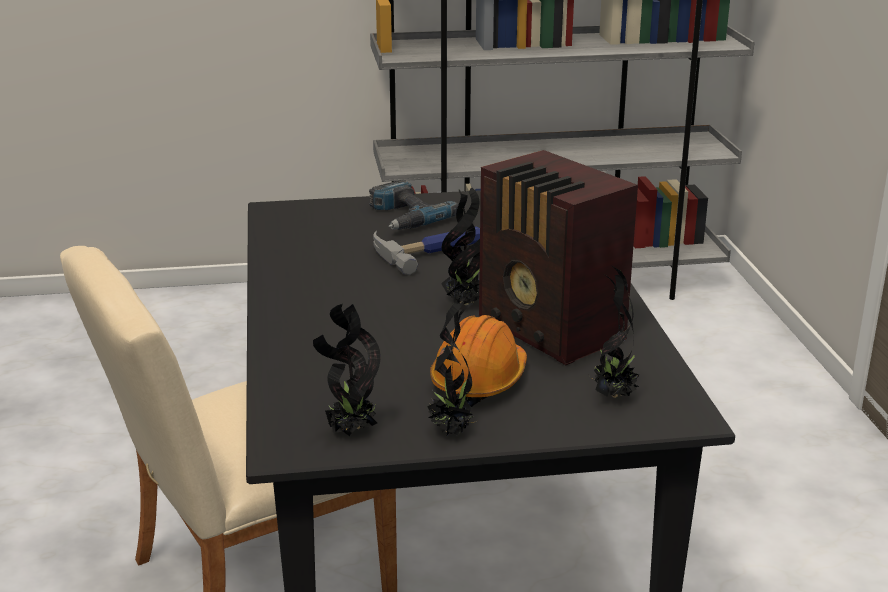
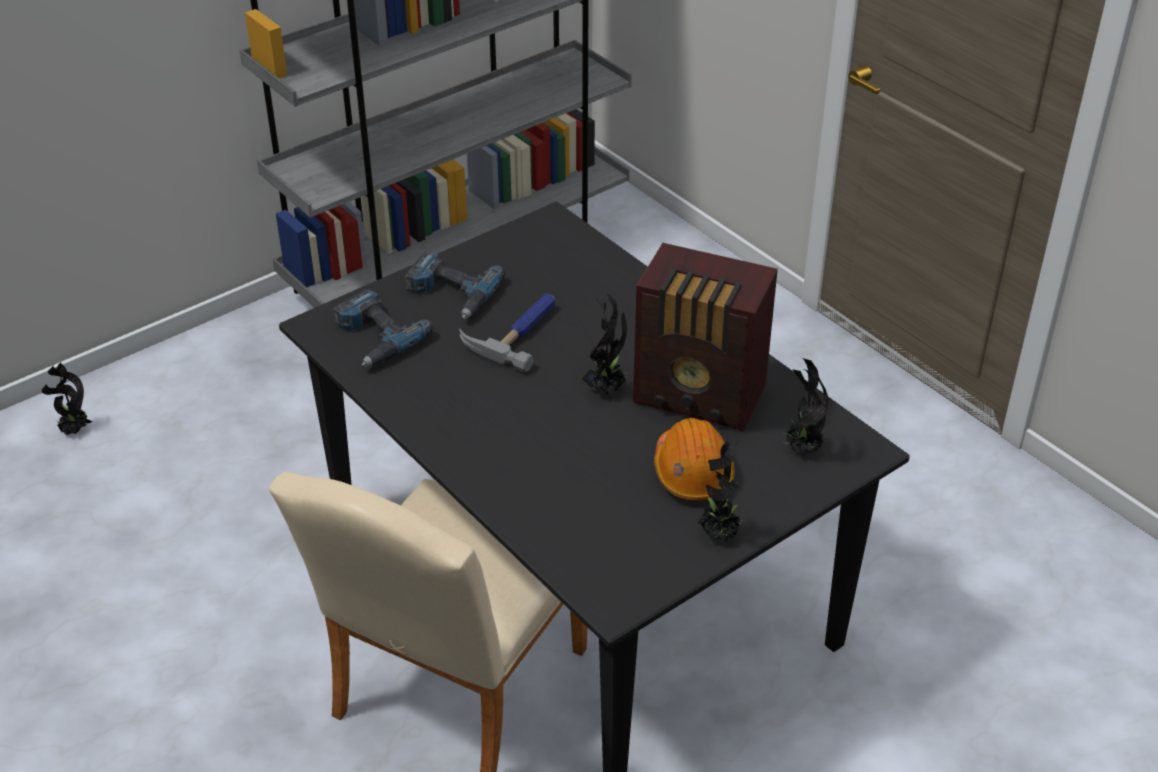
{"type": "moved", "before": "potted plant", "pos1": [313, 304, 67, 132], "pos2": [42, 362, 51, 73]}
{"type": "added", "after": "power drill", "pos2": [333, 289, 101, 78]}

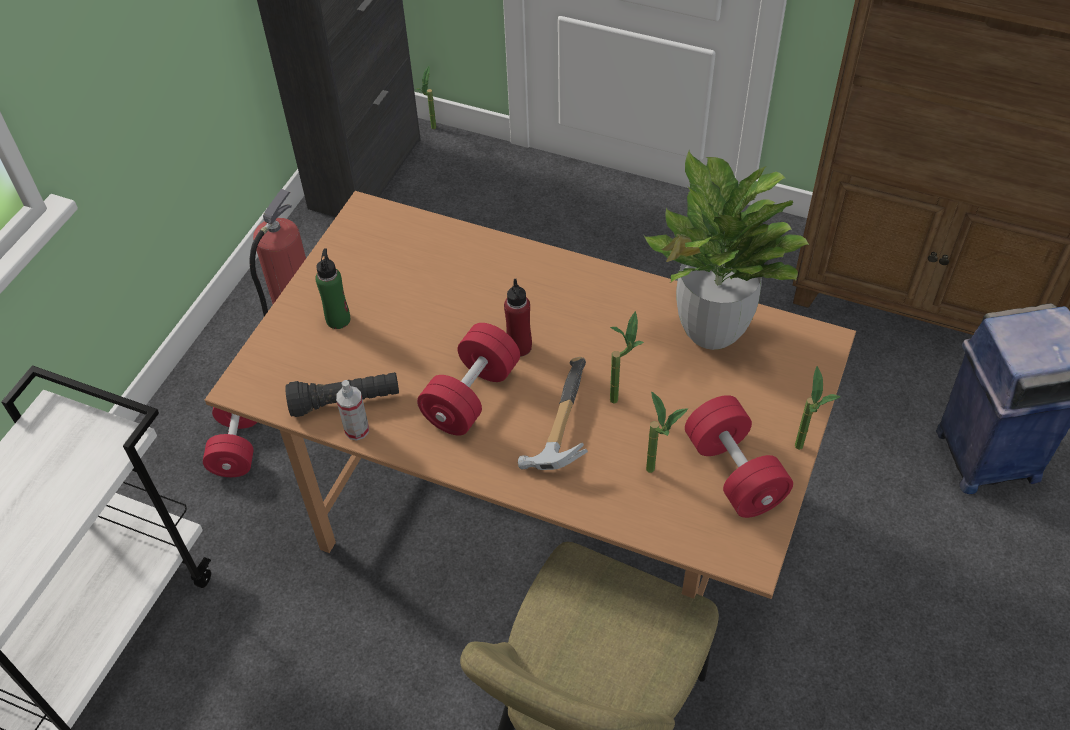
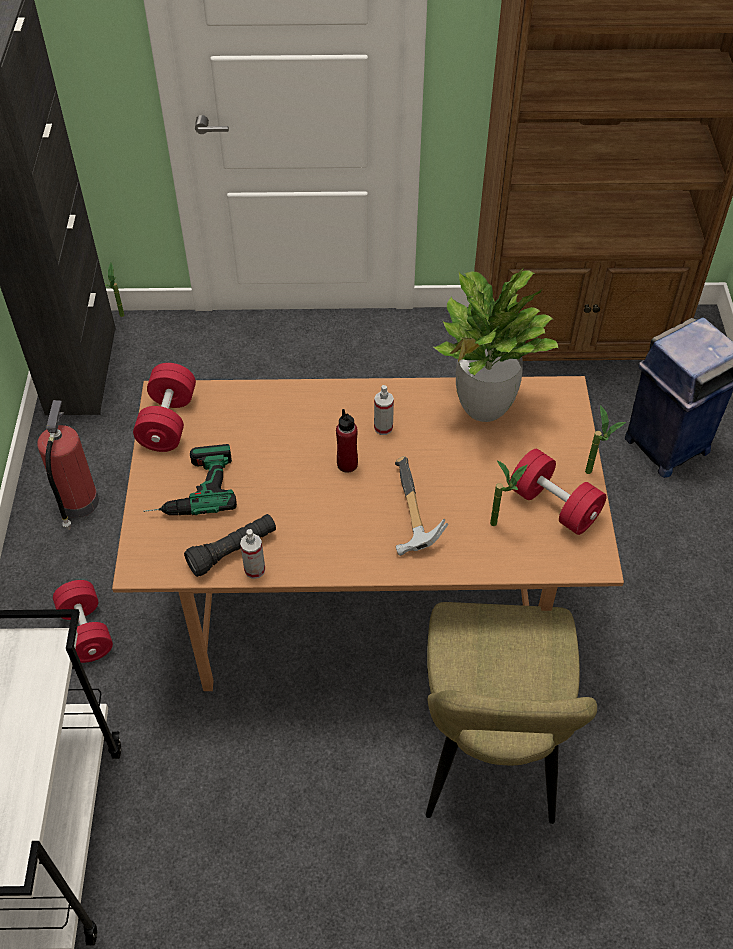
{"type": "replaced", "before": "green bottle", "after": "power drill", "pos1": [315, 248, 35, 81], "pos2": [143, 444, 94, 71]}
{"type": "removed", "before": "potted plant", "pos1": [610, 311, 34, 93]}
{"type": "moved", "before": "red dumbbell", "pos1": [417, 323, 103, 113], "pos2": [133, 363, 63, 89]}
{"type": "added", "after": "spray bottle", "pos2": [374, 385, 20, 50]}

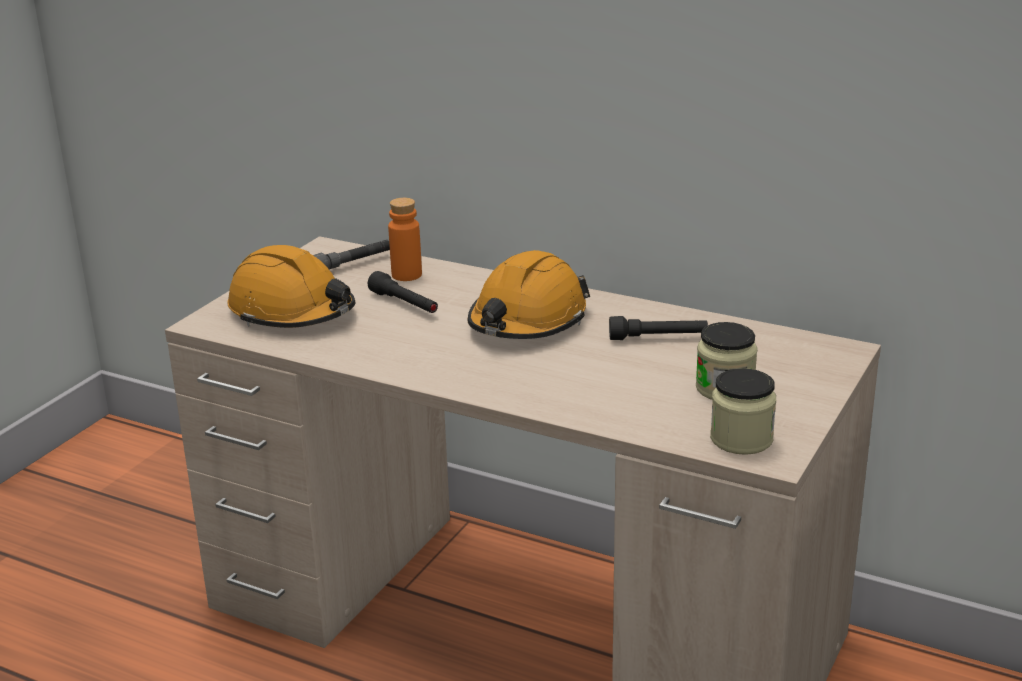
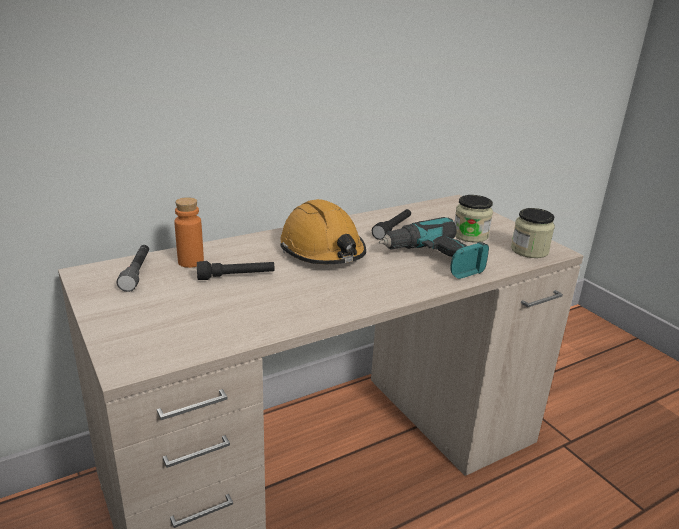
{"type": "removed", "before": "orange hard hat", "pos1": [228, 245, 128, 83]}
{"type": "added", "after": "power drill", "pos2": [379, 217, 110, 62]}

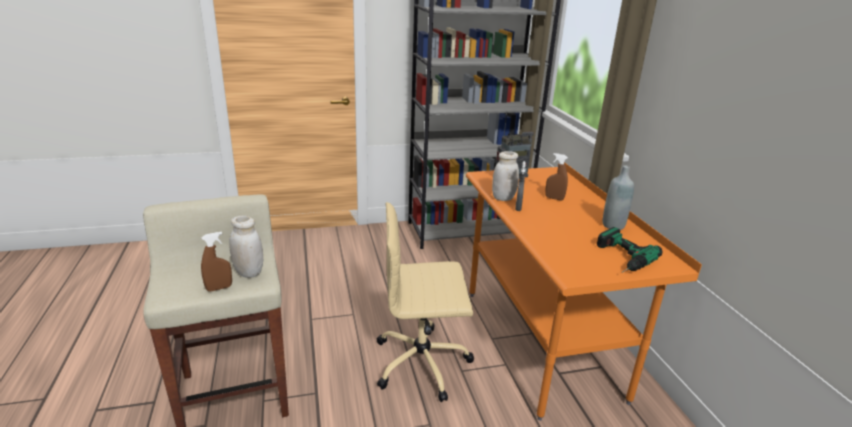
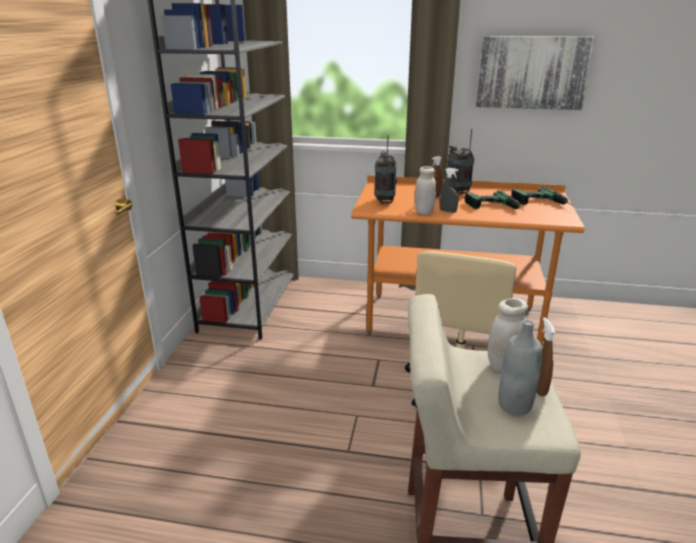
{"type": "moved", "before": "grey bottle", "pos1": [603, 166, 31, 64], "pos2": [498, 320, 44, 95]}
{"type": "added", "after": "picture", "pos2": [476, 36, 119, 74]}
{"type": "added", "after": "radio", "pos2": [446, 129, 28, 65]}
{"type": "added", "after": "power drill", "pos2": [465, 191, 59, 19]}

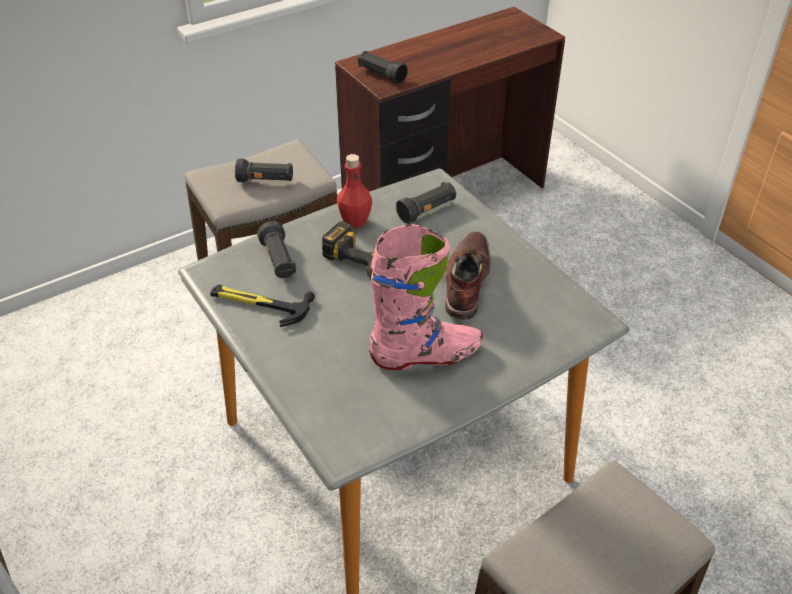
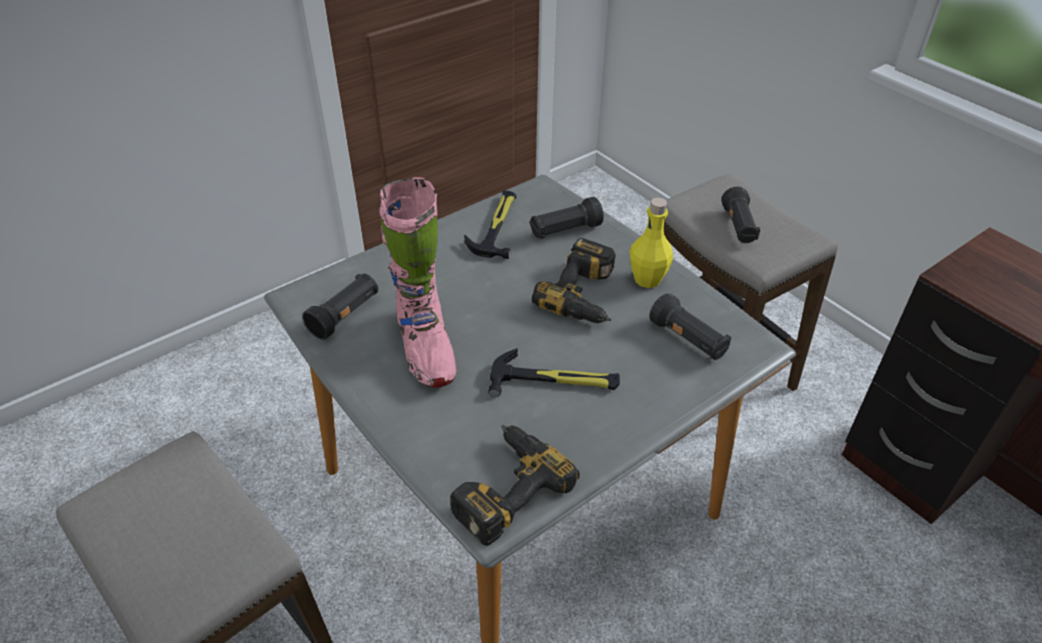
{"type": "moved", "before": "black flashlight", "pos1": [358, 51, 50, 34], "pos2": [302, 274, 76, 66]}
{"type": "recoloured", "before": "red bottle", "after": "yellow bottle", "pos1": [337, 154, 35, 75], "pos2": [629, 198, 44, 90]}
{"type": "replaced", "before": "brown boot", "after": "hammer", "pos1": [445, 231, 46, 89], "pos2": [488, 348, 132, 49]}
{"type": "added", "after": "power drill", "pos2": [450, 425, 130, 121]}

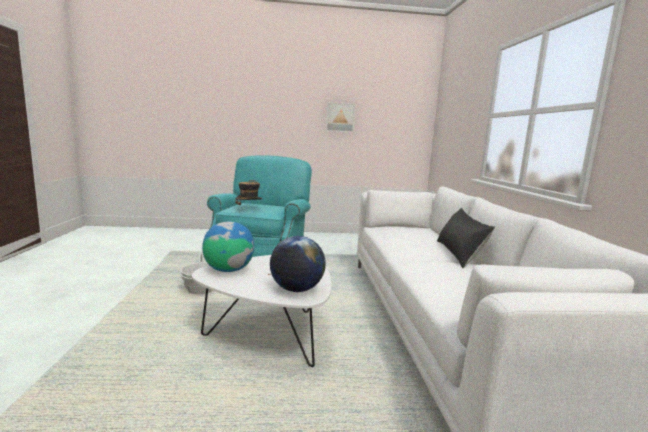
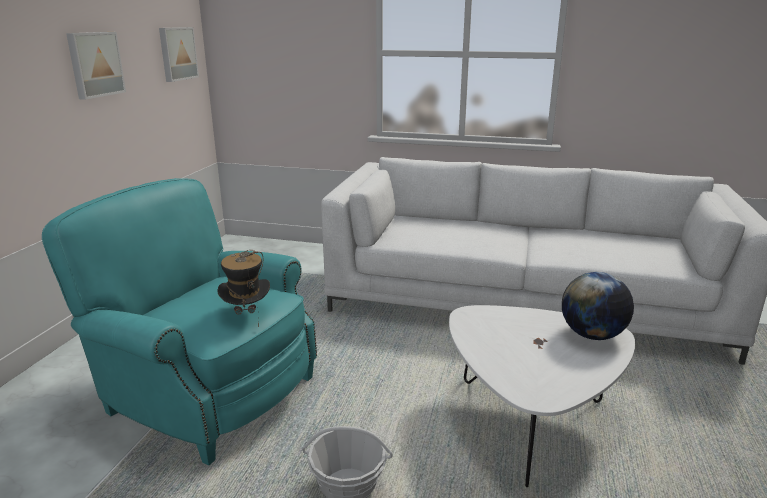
{"type": "removed", "before": "black pillow", "pos1": [437, 208, 58, 60]}
{"type": "removed", "before": "globe", "pos1": [202, 222, 52, 50]}
{"type": "added", "after": "picture", "pos2": [159, 27, 40, 55]}

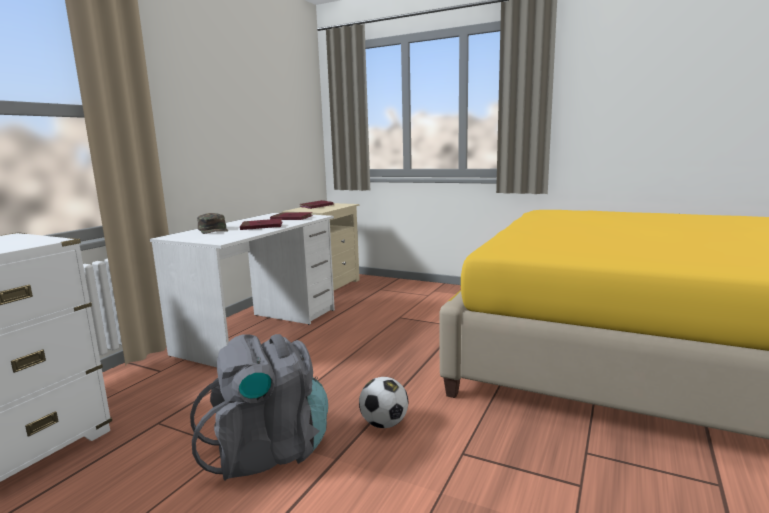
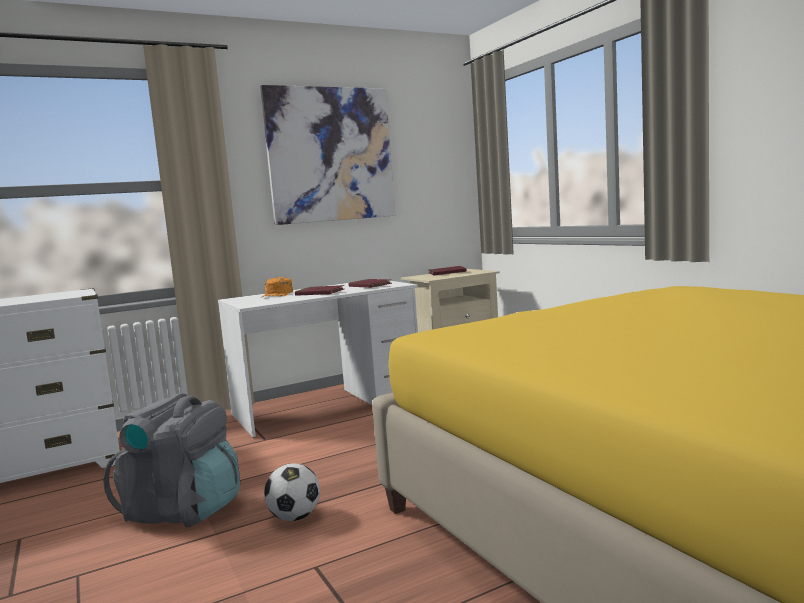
{"type": "recoloured", "before": "green cap", "after": "orange cap", "pos1": [197, 213, 31, 21], "pos2": [261, 277, 32, 21]}
{"type": "added", "after": "picture", "pos2": [260, 85, 135, 140]}

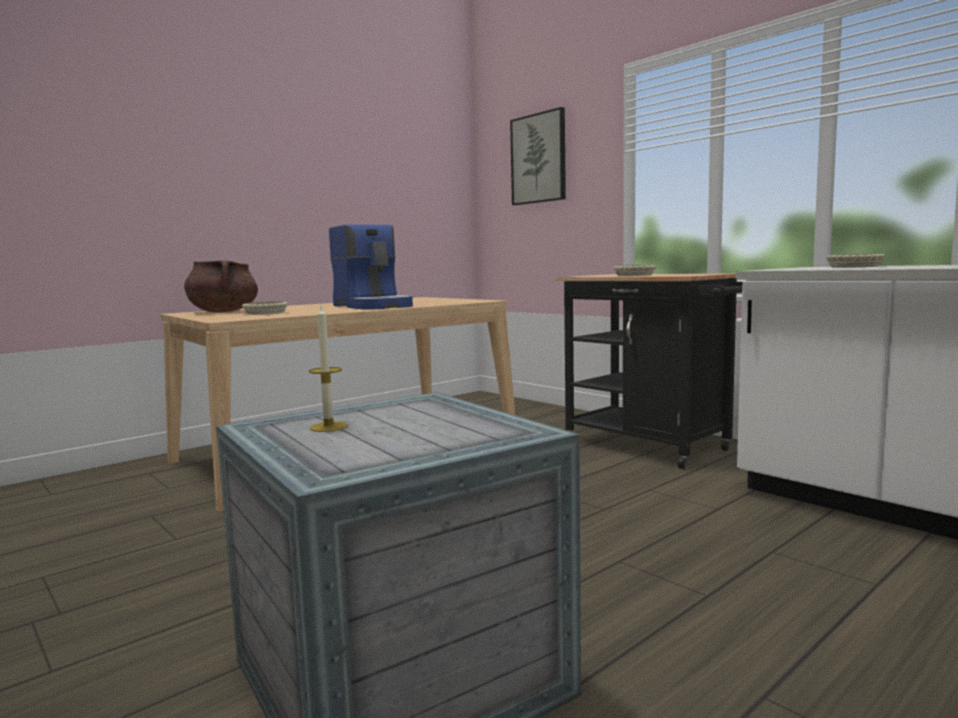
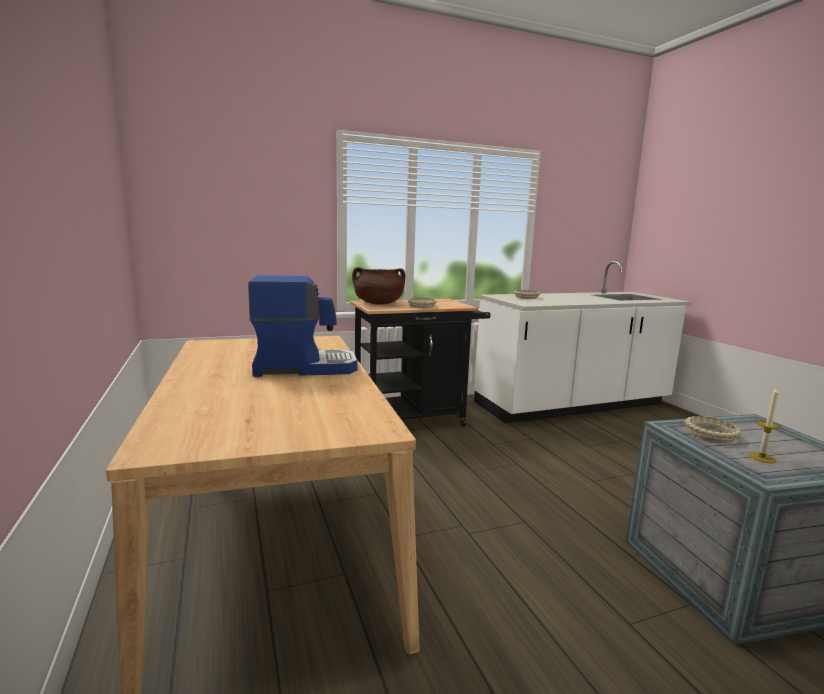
{"type": "removed", "before": "picture", "pos1": [510, 107, 56, 98]}
{"type": "moved", "before": "brown cooking pot", "pos1": [184, 260, 74, 52], "pos2": [352, 267, 53, 38]}
{"type": "moved", "before": "beige bowl", "pos1": [242, 301, 46, 14], "pos2": [685, 416, 57, 28]}

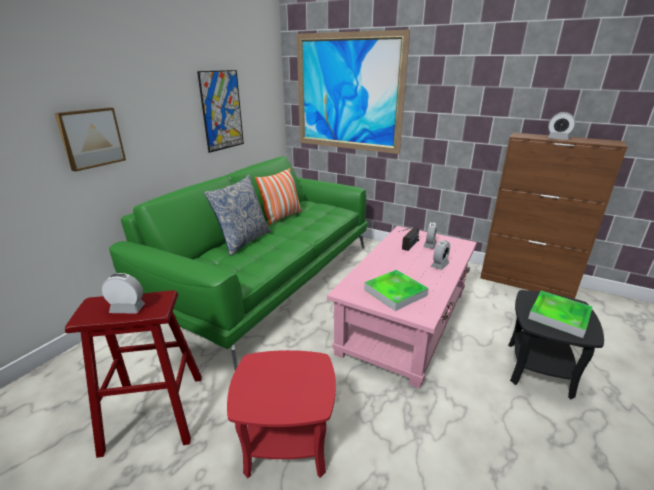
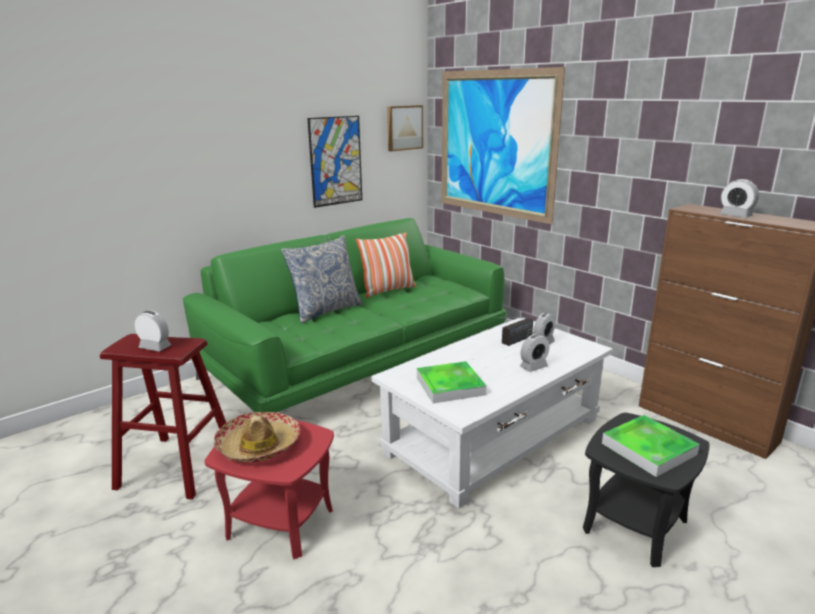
{"type": "moved", "before": "picture", "pos1": [54, 107, 72, 65], "pos2": [387, 105, 36, 46]}
{"type": "recoloured", "before": "pink coffee table", "after": "white coffee table", "pos1": [327, 226, 150, 162], "pos2": [372, 318, 241, 191]}
{"type": "added", "after": "hat", "pos2": [214, 412, 86, 51]}

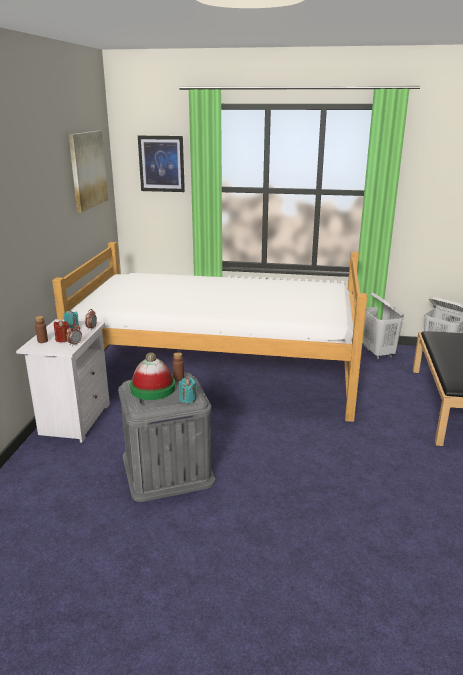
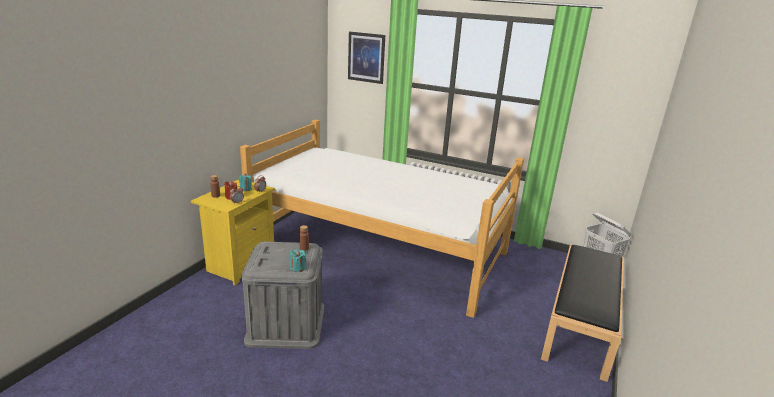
{"type": "removed", "before": "picture", "pos1": [69, 131, 39, 81]}
{"type": "removed", "before": "white laundry basket", "pos1": [364, 293, 40, 67]}
{"type": "recoloured", "before": "white nightstand", "after": "yellow nightstand", "pos1": [16, 319, 94, 124], "pos2": [191, 180, 84, 105]}
{"type": "removed", "before": "hat", "pos1": [130, 352, 45, 48]}

